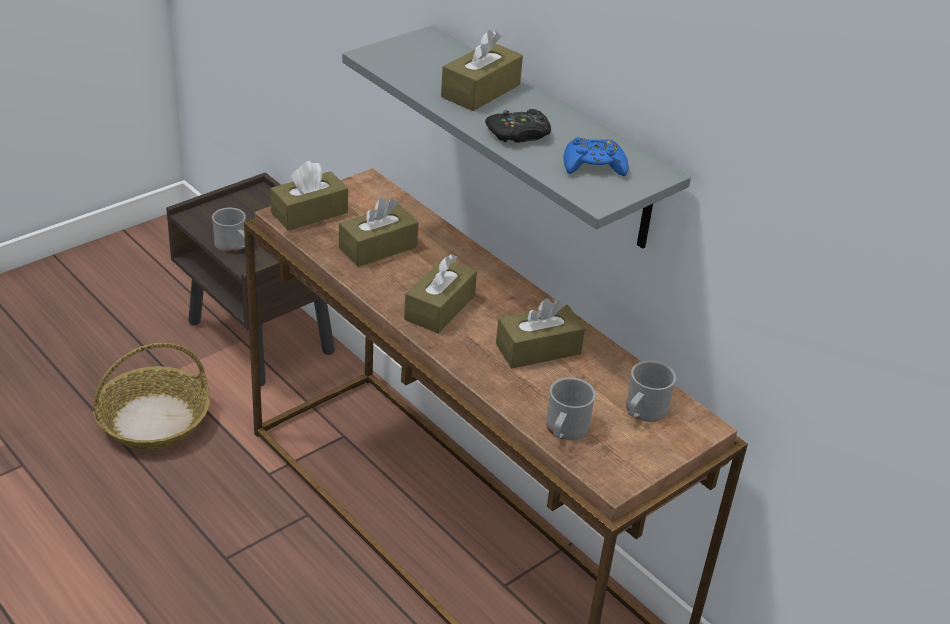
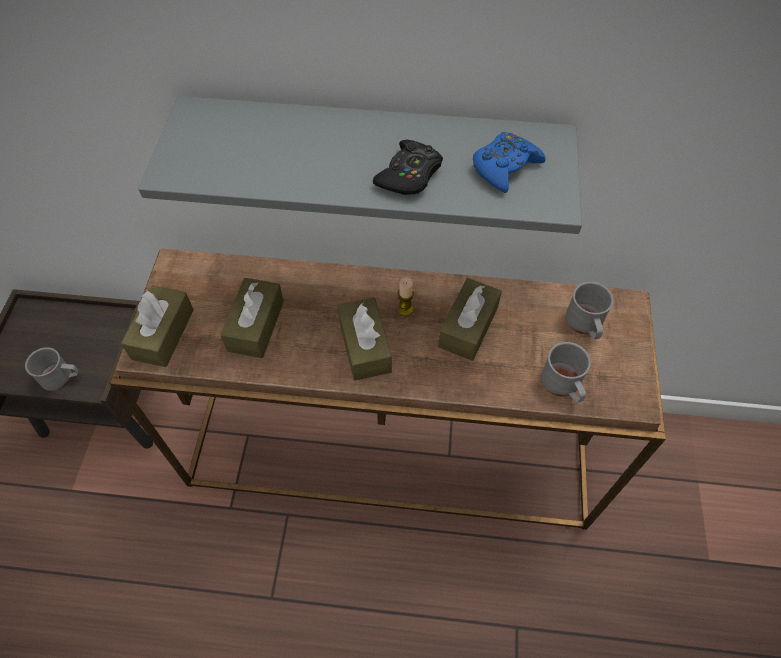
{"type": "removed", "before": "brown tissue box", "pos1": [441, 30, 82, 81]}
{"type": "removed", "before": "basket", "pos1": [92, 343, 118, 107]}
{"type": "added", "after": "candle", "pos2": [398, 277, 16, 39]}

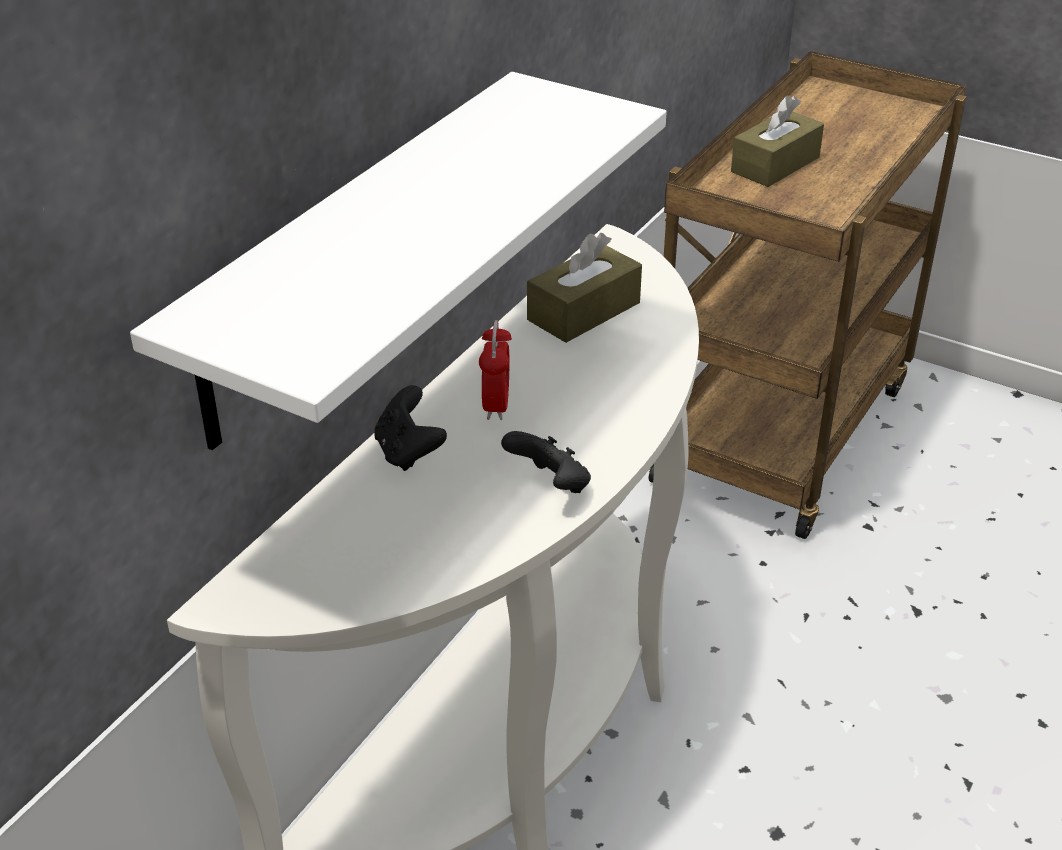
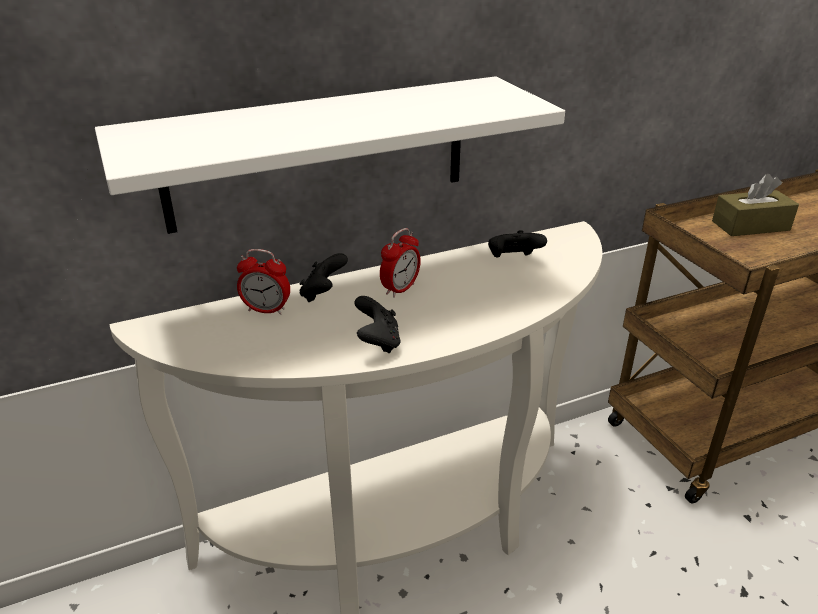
{"type": "replaced", "before": "brown tissue box", "after": "black game controller", "pos1": [527, 233, 115, 110], "pos2": [488, 230, 59, 27]}
{"type": "added", "after": "alarm clock", "pos2": [237, 249, 53, 66]}

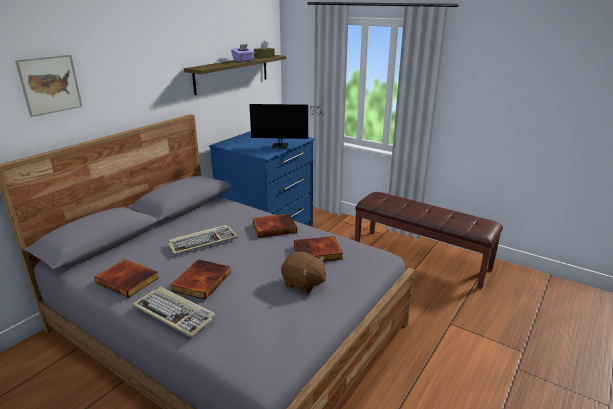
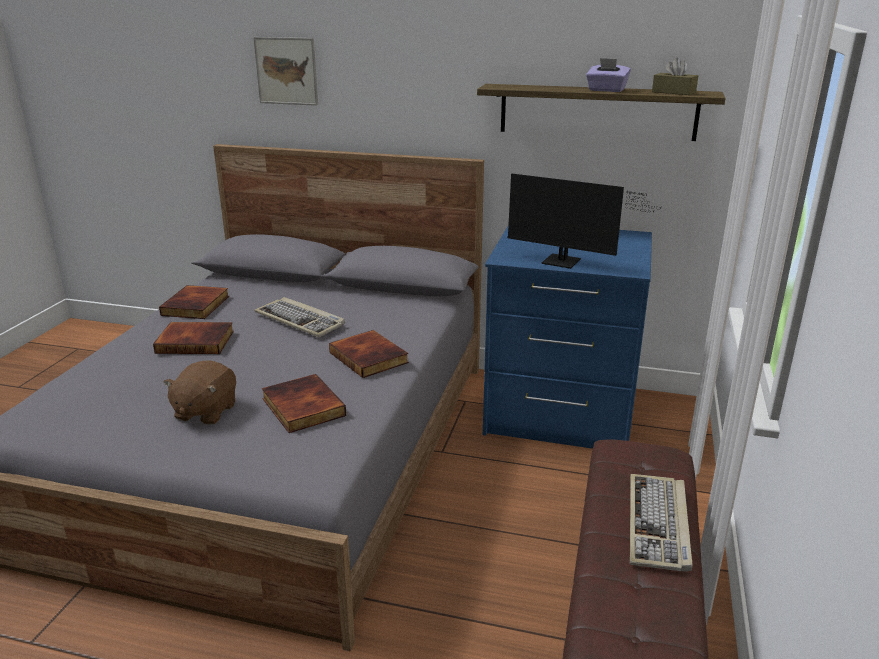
{"type": "turned", "before": "monitor", "pos1": [249, 104, 77, 44], "pos2": [508, 173, 151, 96], "turn": -45}
{"type": "moved", "before": "keyboard", "pos1": [133, 287, 82, 50], "pos2": [630, 474, 63, 98]}

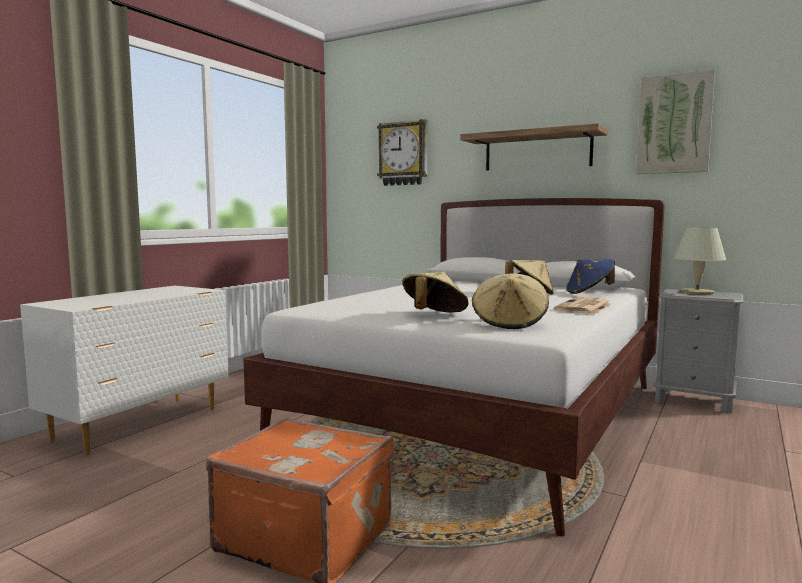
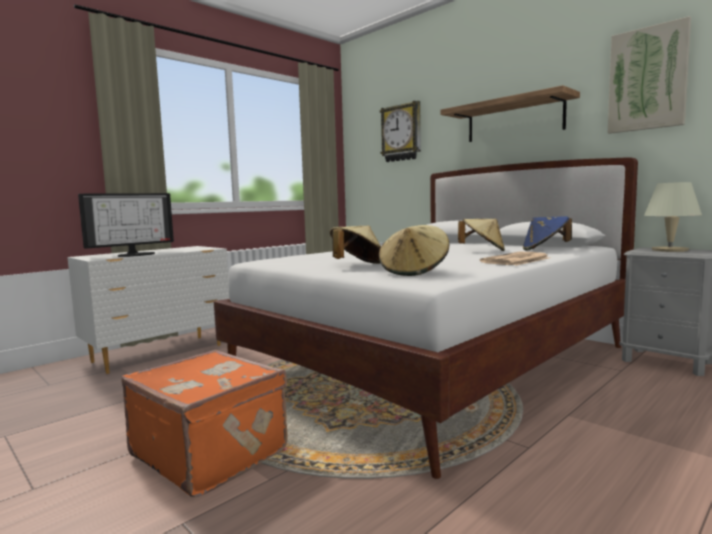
{"type": "added", "after": "monitor", "pos2": [78, 193, 96, 64]}

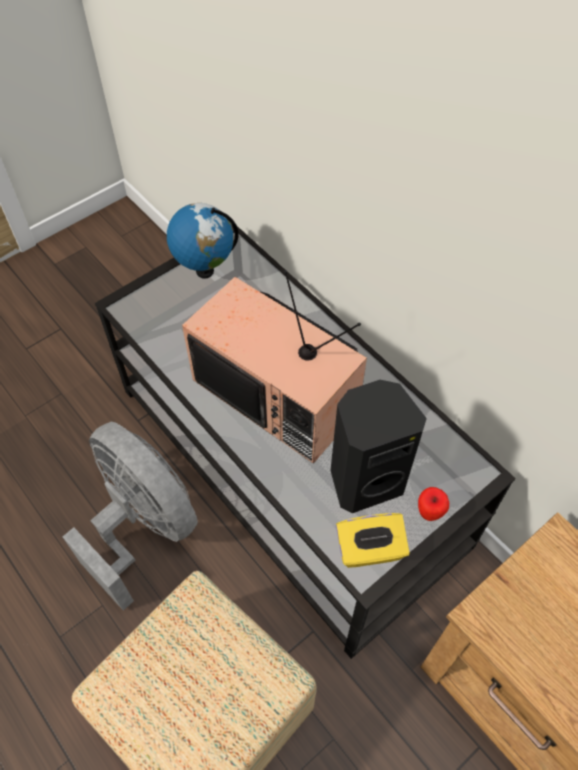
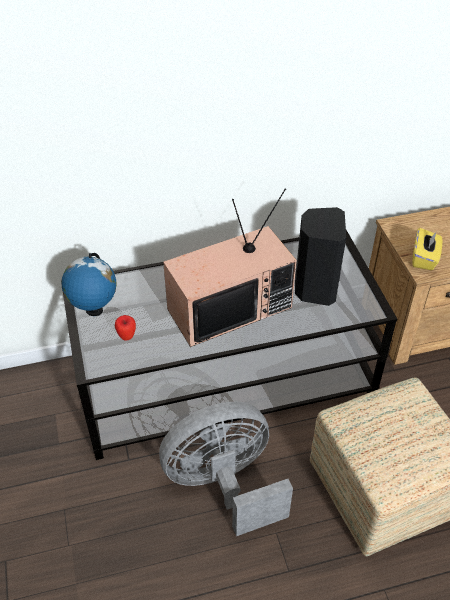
{"type": "moved", "before": "apple", "pos1": [418, 487, 31, 34], "pos2": [115, 315, 21, 25]}
{"type": "moved", "before": "yellow tissue box", "pos1": [336, 513, 74, 55], "pos2": [413, 228, 29, 42]}

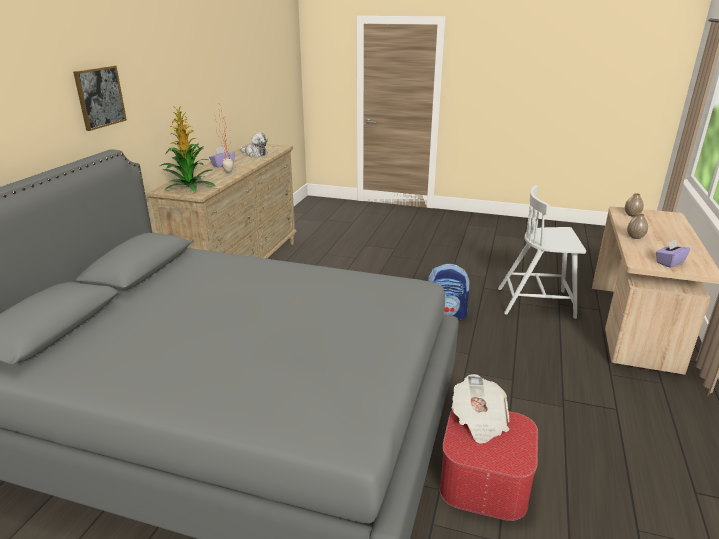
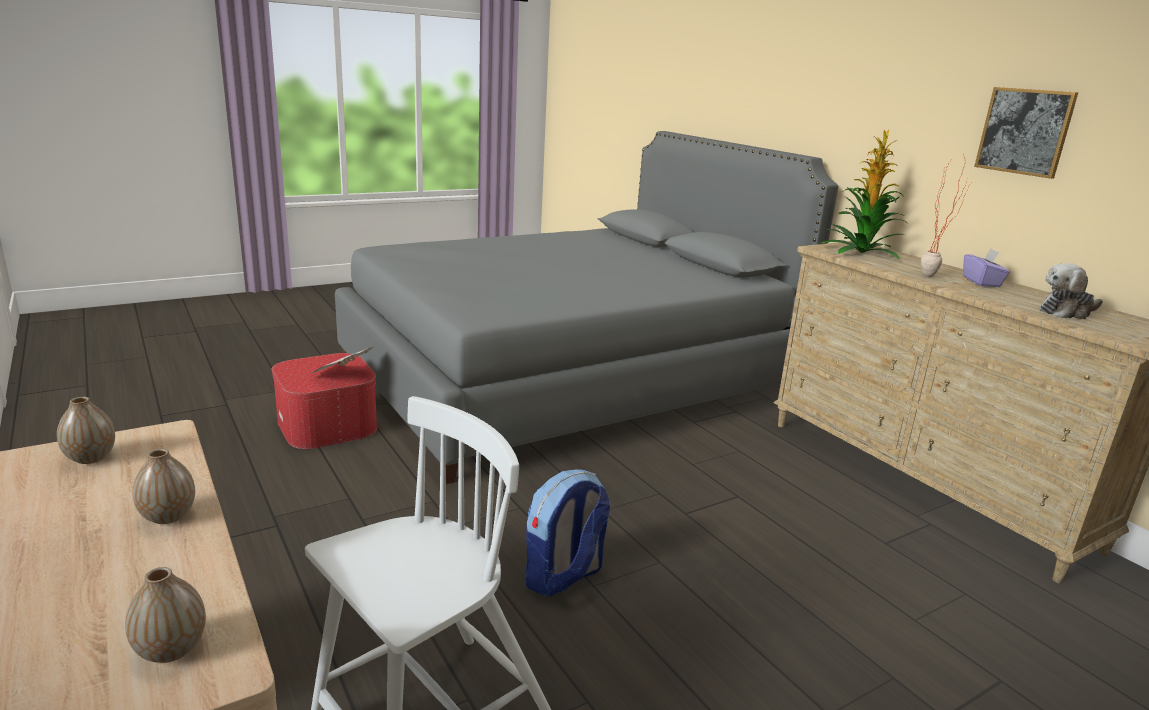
{"type": "moved", "before": "picture", "pos1": [73, 65, 54, 66], "pos2": [974, 87, 104, 92]}
{"type": "replaced", "before": "purple tissue box", "after": "vase", "pos1": [656, 239, 34, 29], "pos2": [57, 397, 58, 67]}

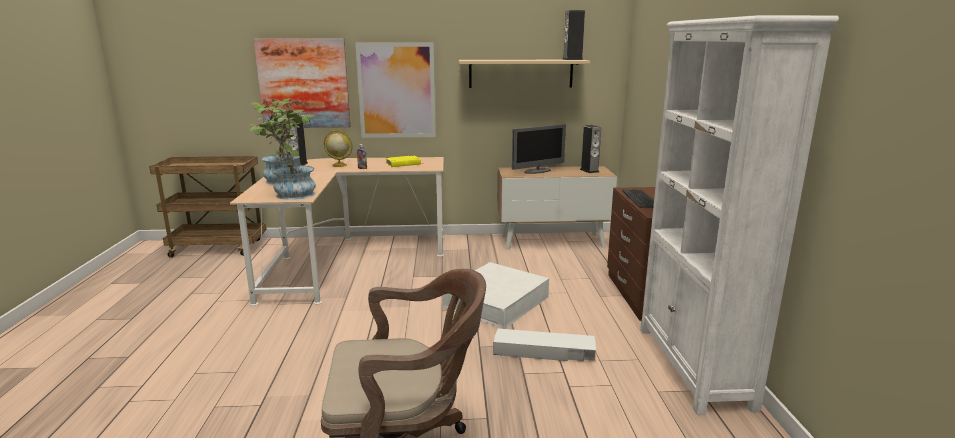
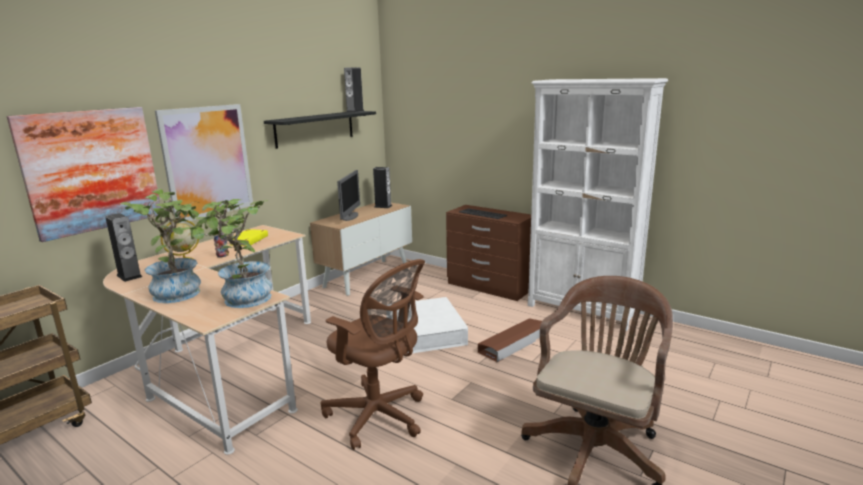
{"type": "recoloured", "before": "beige shelf", "after": "black shelf", "pos1": [459, 60, 131, 28], "pos2": [264, 111, 112, 38]}
{"type": "recoloured", "before": "white storage box", "after": "brown storage box", "pos1": [493, 329, 103, 32], "pos2": [478, 318, 64, 44]}
{"type": "added", "after": "brown office chair", "pos2": [321, 259, 104, 191]}

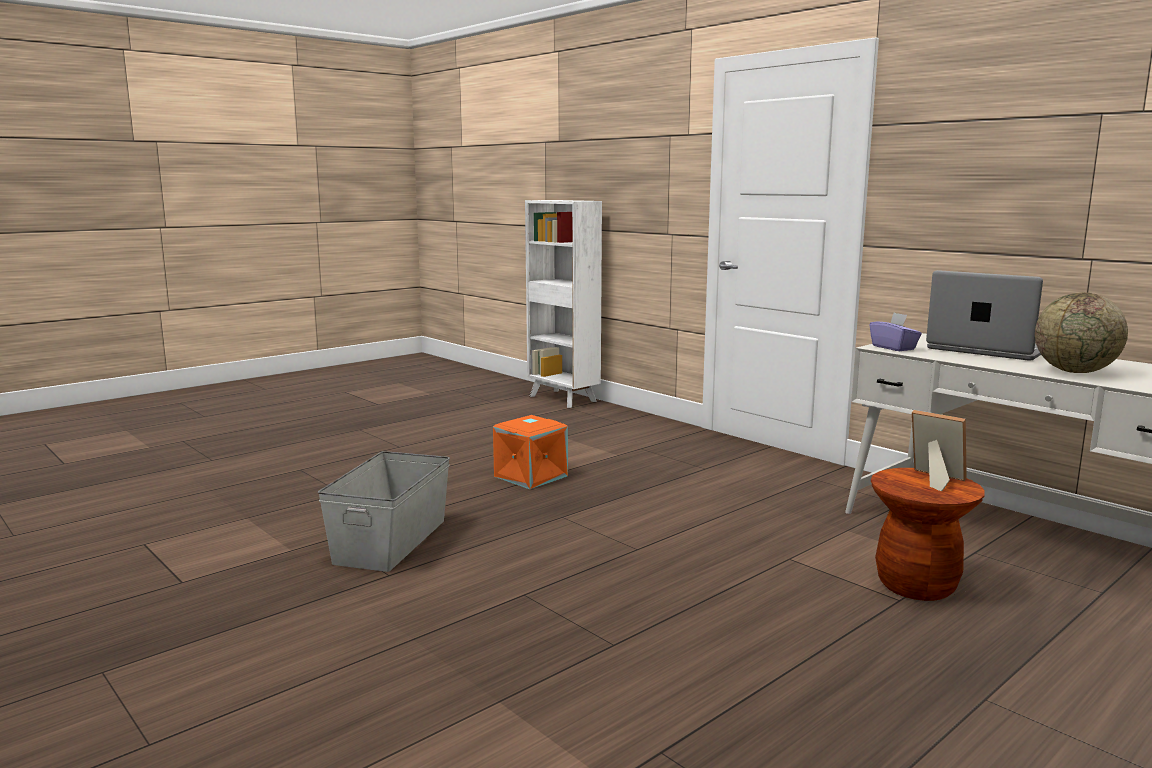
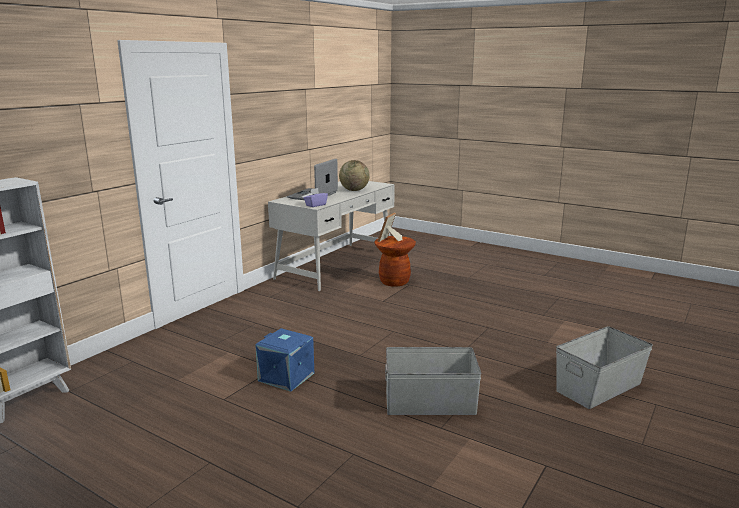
{"type": "recoloured", "before": "orange storage box", "after": "blue storage box", "pos1": [493, 415, 75, 74], "pos2": [255, 328, 59, 64]}
{"type": "added", "after": "grey storage box", "pos2": [556, 326, 97, 83]}

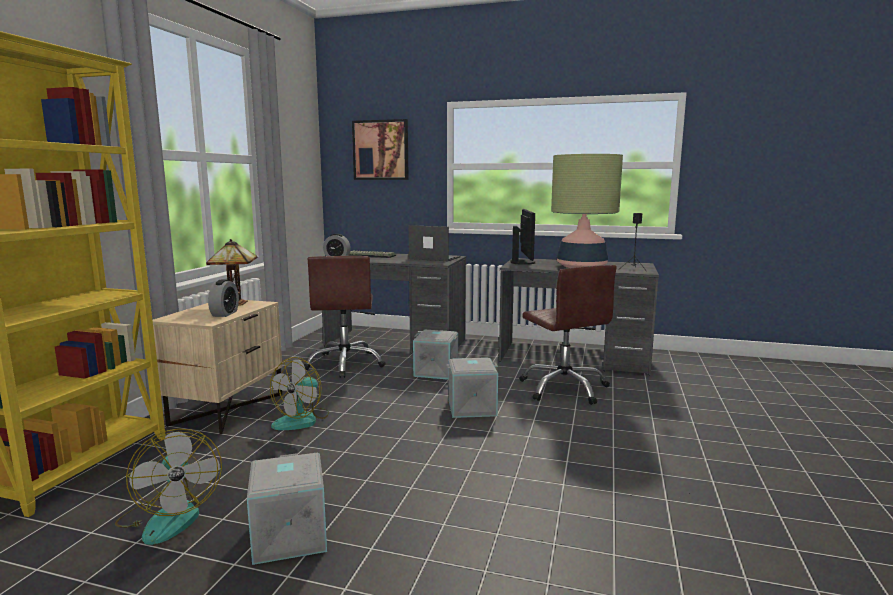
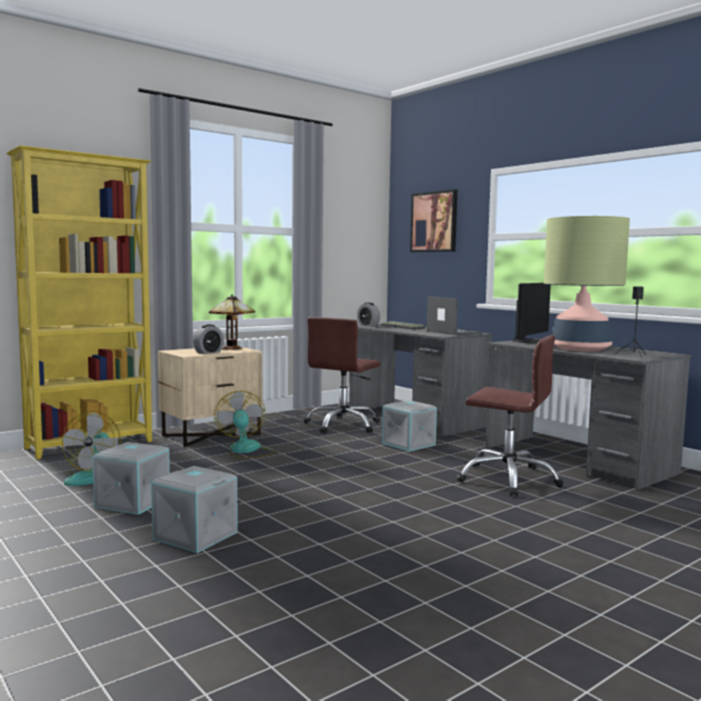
{"type": "turned", "before": "brown office chair", "pos1": [519, 265, 98, 140], "pos2": [456, 335, 108, 161], "turn": -75}
{"type": "turned", "before": "fan", "pos1": [270, 357, 59, 73], "pos2": [214, 391, 63, 67], "turn": 105}
{"type": "moved", "before": "grey storage box", "pos1": [447, 358, 51, 60], "pos2": [151, 466, 87, 87]}

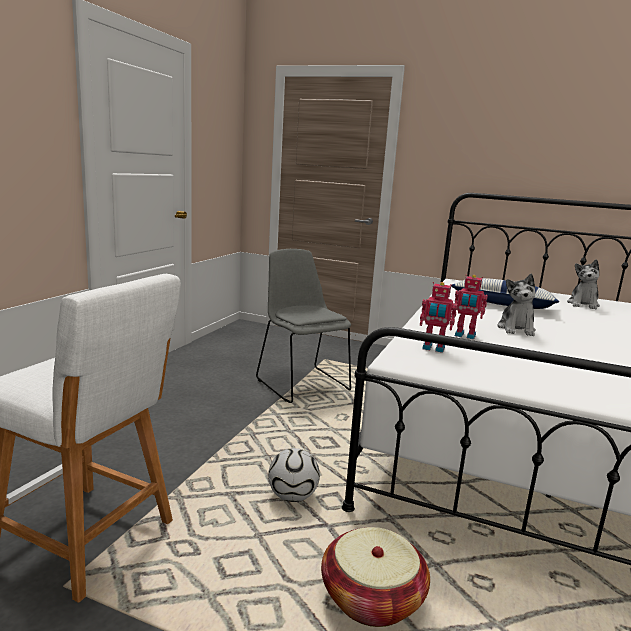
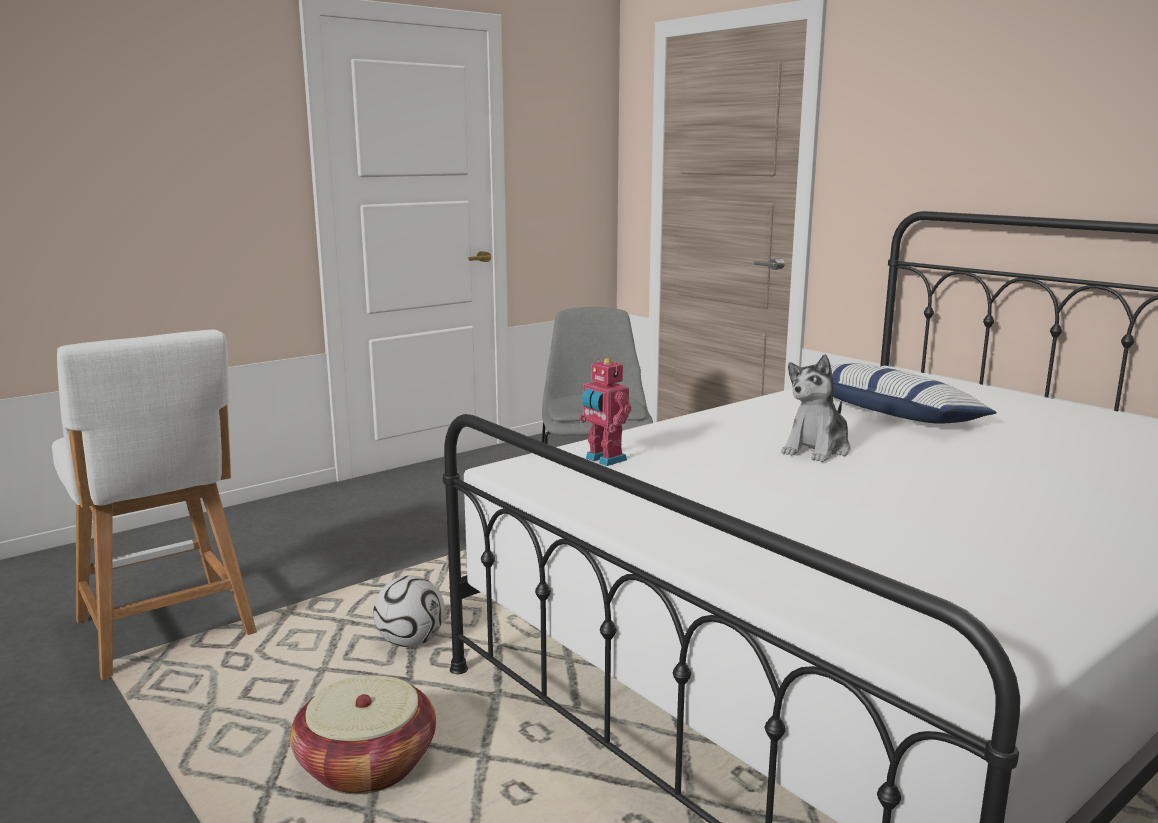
{"type": "removed", "before": "plush toy", "pos1": [567, 259, 33, 50]}
{"type": "removed", "before": "toy robot", "pos1": [455, 275, 33, 64]}

